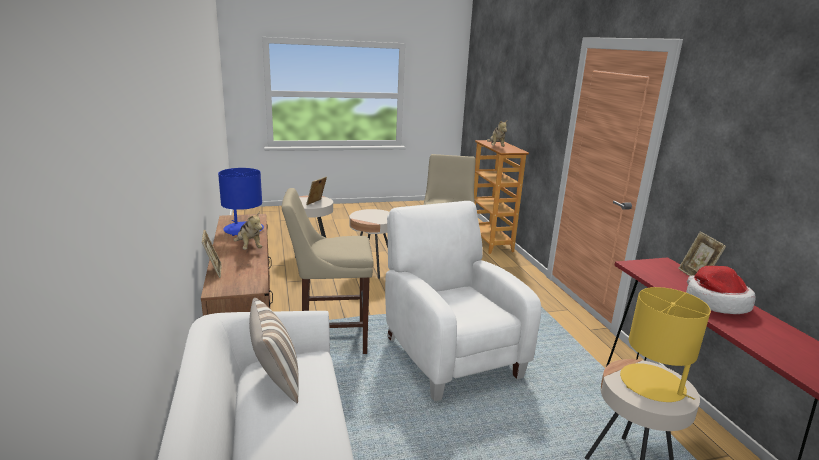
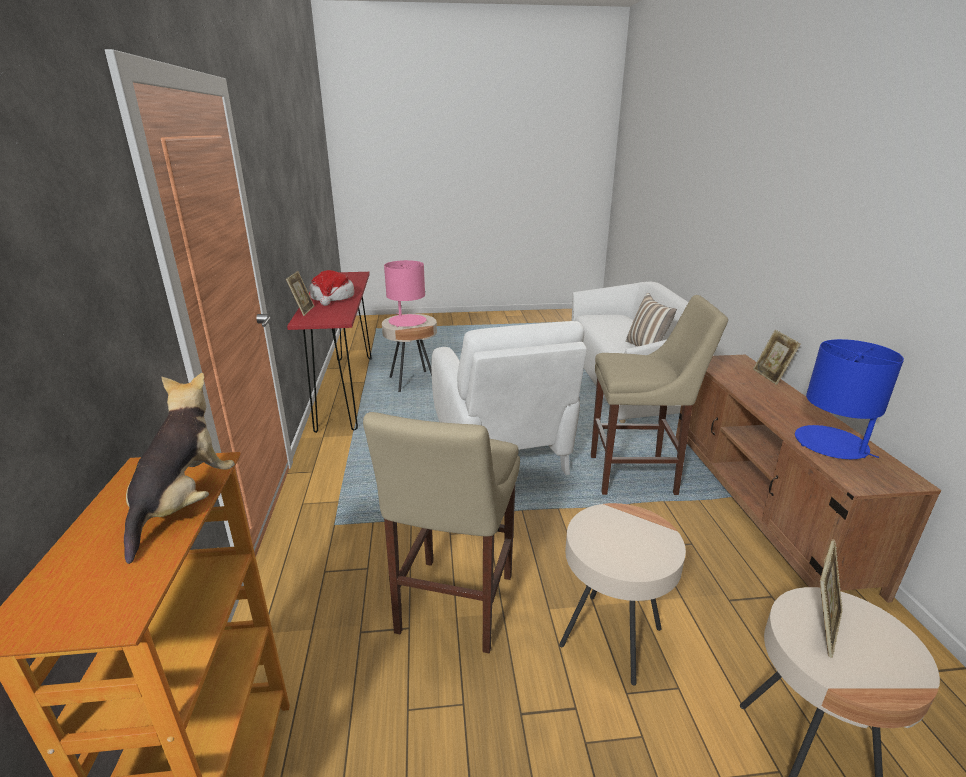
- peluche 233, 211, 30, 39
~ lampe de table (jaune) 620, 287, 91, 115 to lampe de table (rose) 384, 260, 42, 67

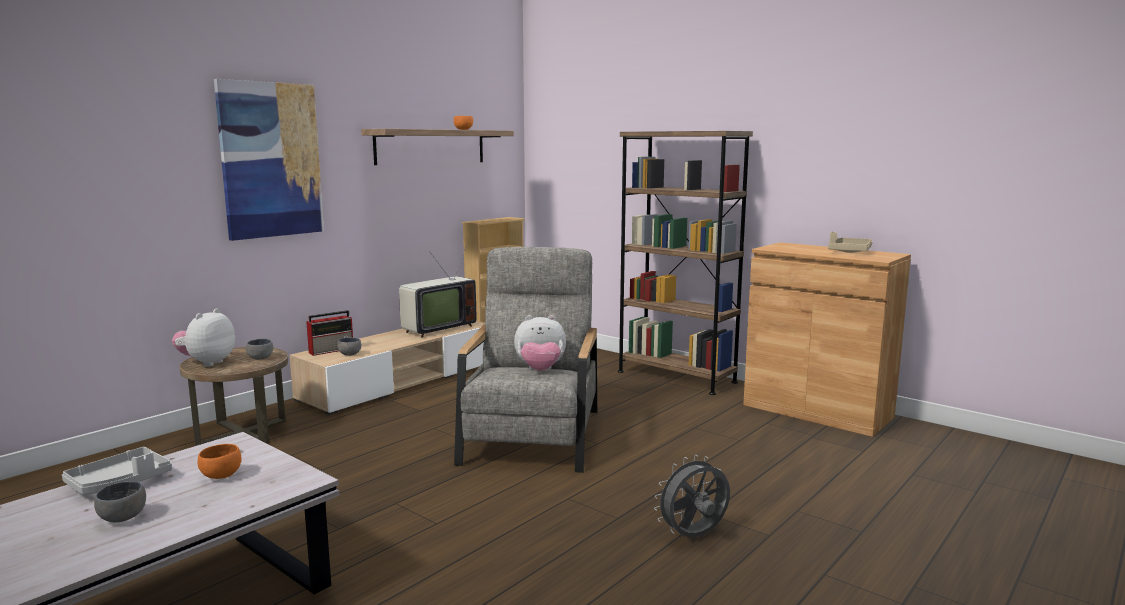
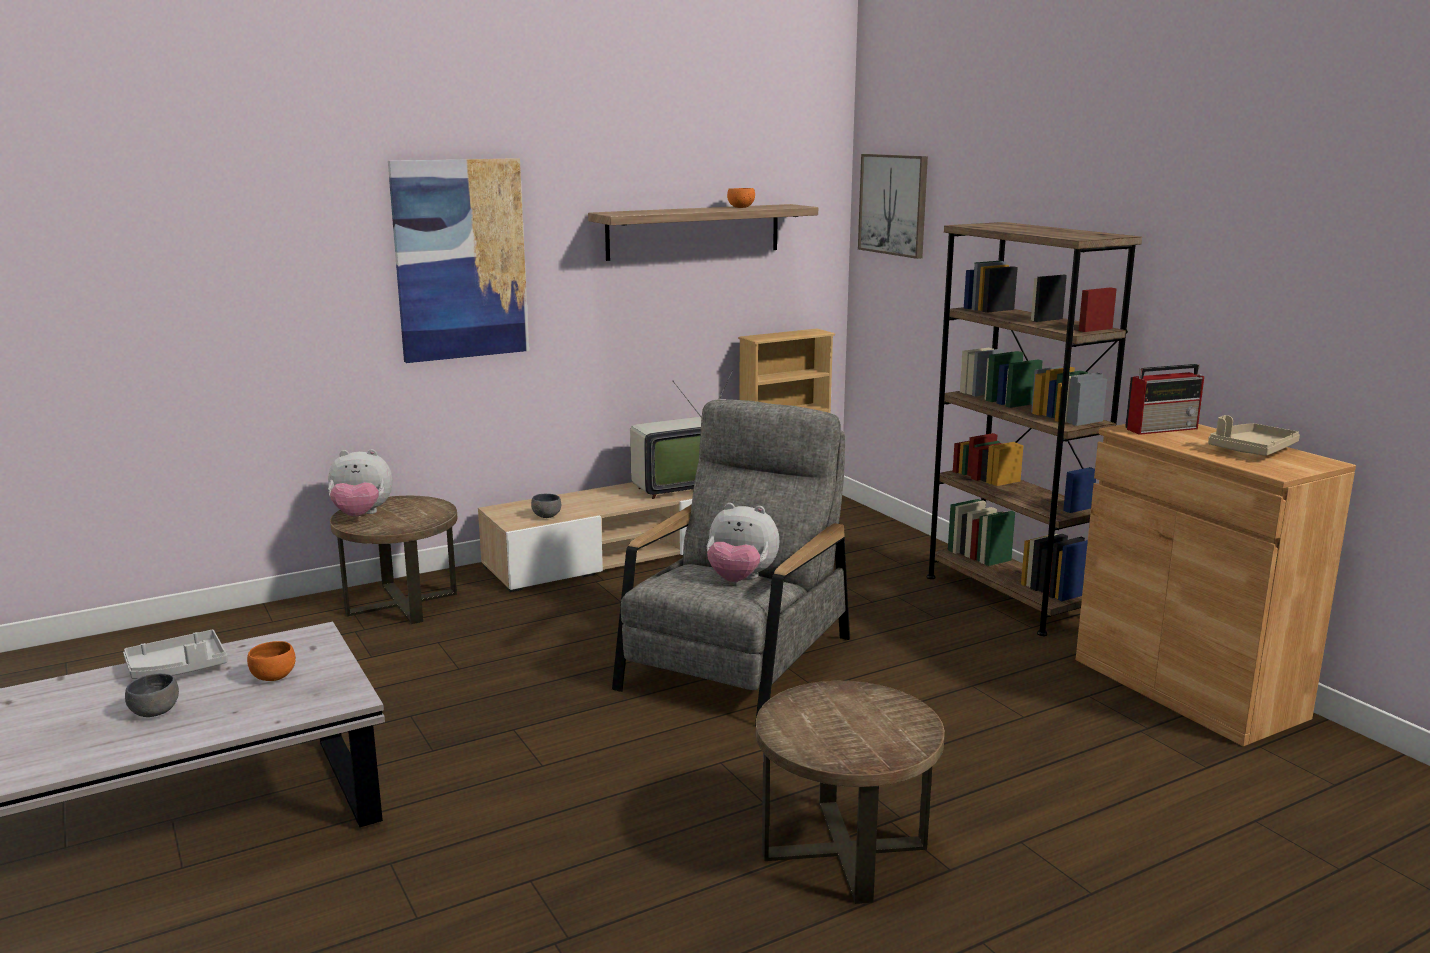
~ peluche 172, 308, 63, 59 = 328, 449, 64, 68 135 degrees counterclockwise
~ radio 306, 310, 47, 46 to 1125, 364, 79, 71
- bol (gris) 246, 339, 27, 21
~ ventilateur (gris) 654, 455, 76, 82 to table d'appoint (marron) 756, 681, 189, 223
+ tableau 858, 154, 70, 105

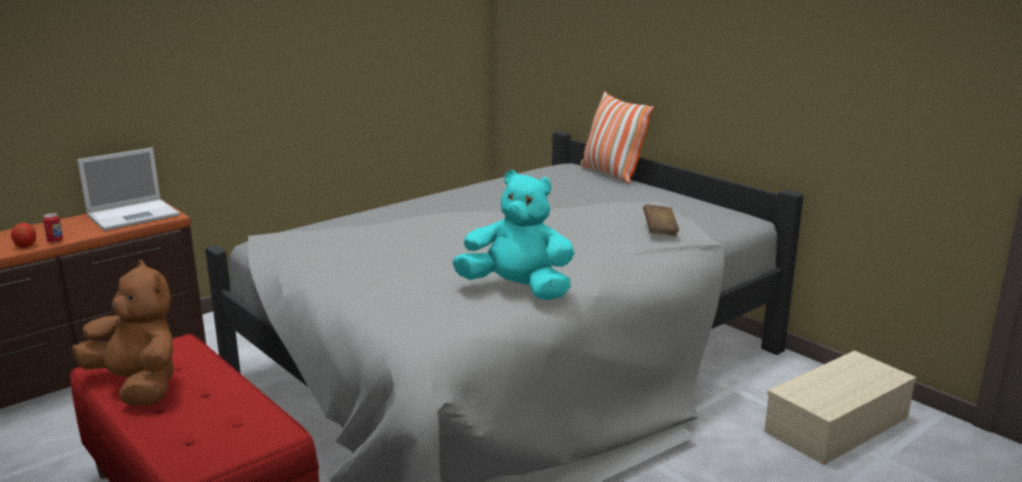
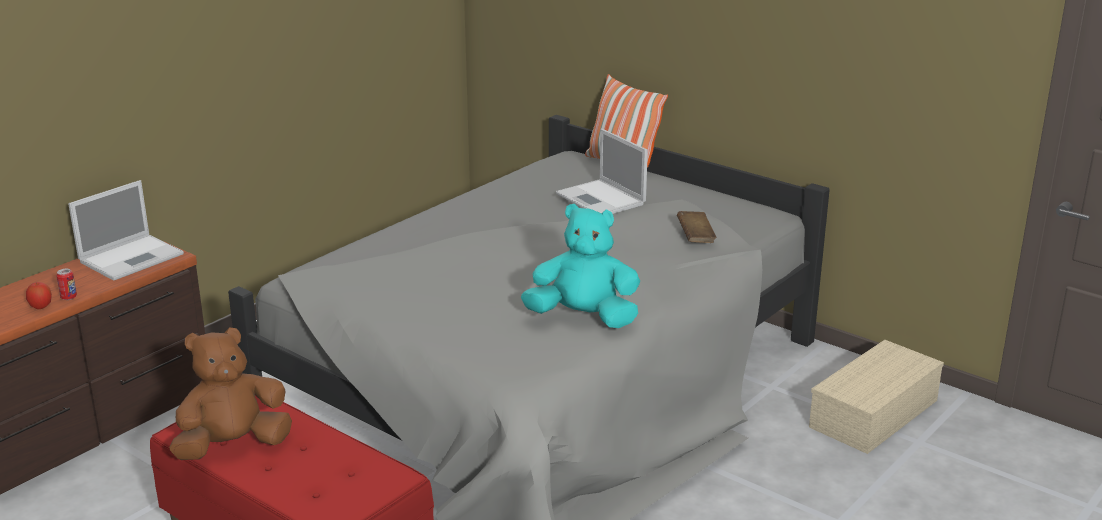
~ peluche (marron) 72, 260, 101, 146 = 169, 327, 123, 133 60 degrees counterclockwise
+ ordinateur portable 556, 129, 92, 85

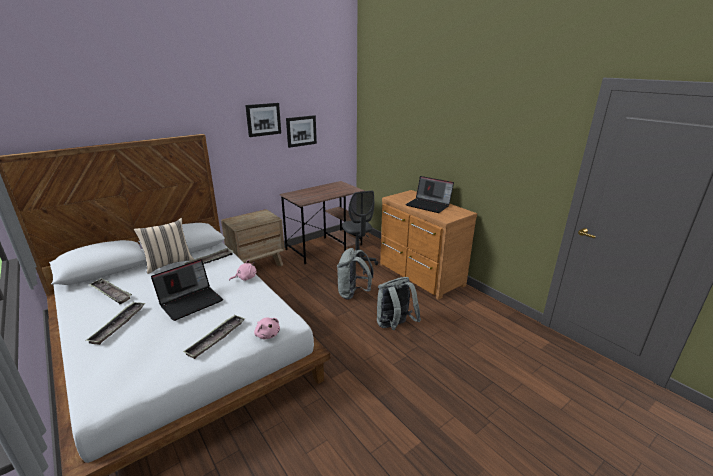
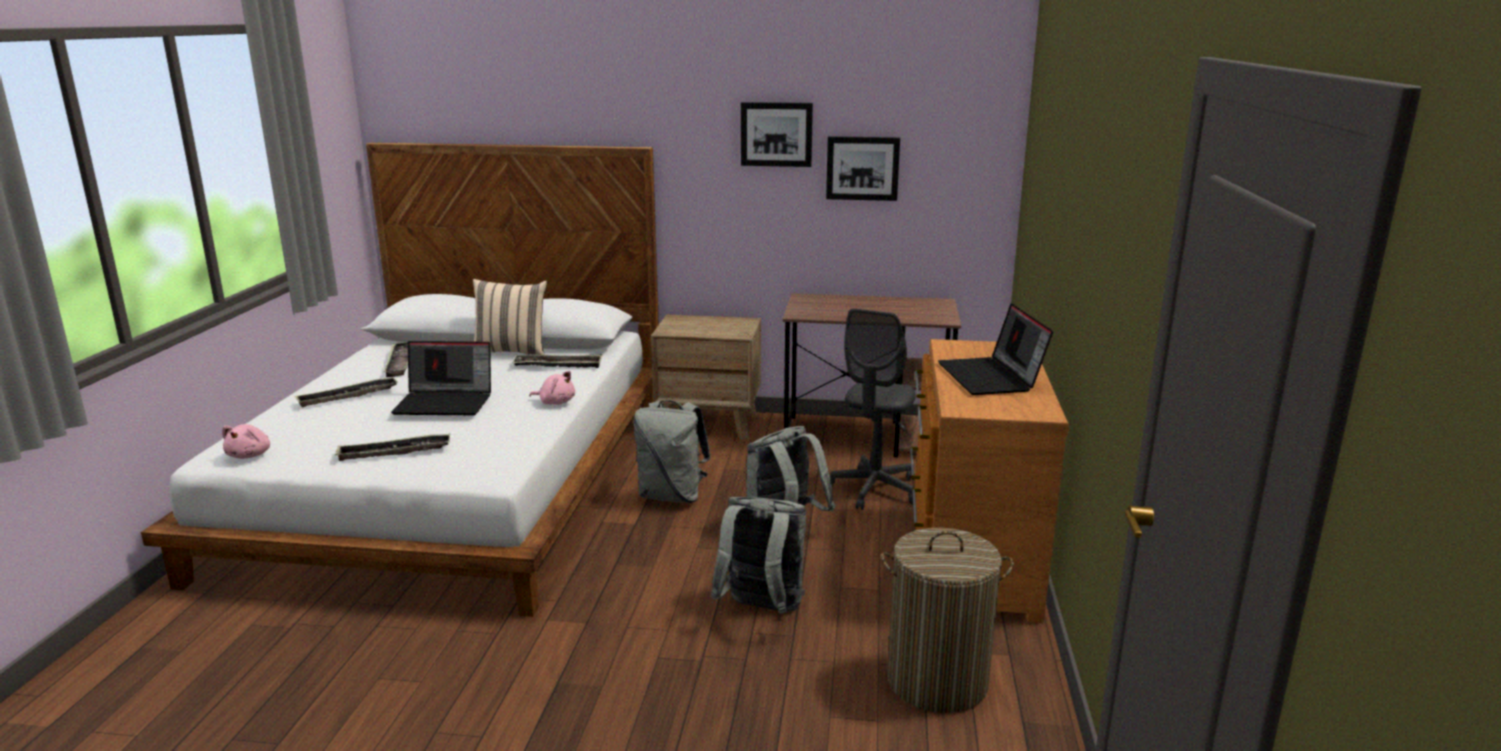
~ peluche (rose) 254, 317, 26, 22 to 222, 424, 48, 35
+ sac à dos (gris) 634, 400, 77, 103
+ panier à linge 881, 528, 133, 185

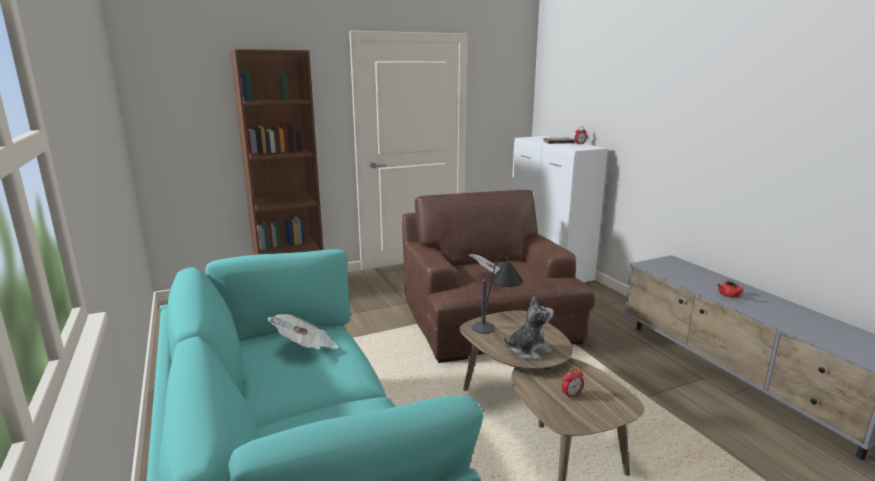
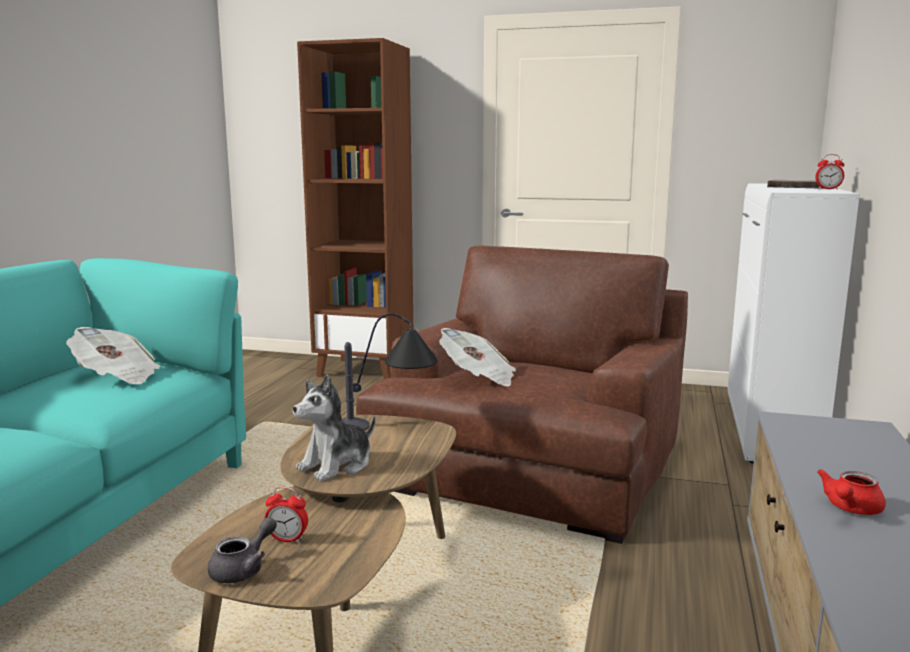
~ peluche 504, 297, 50, 63 = 293, 375, 82, 106 120 degrees clockwise
+ théière (gris) 208, 517, 69, 66

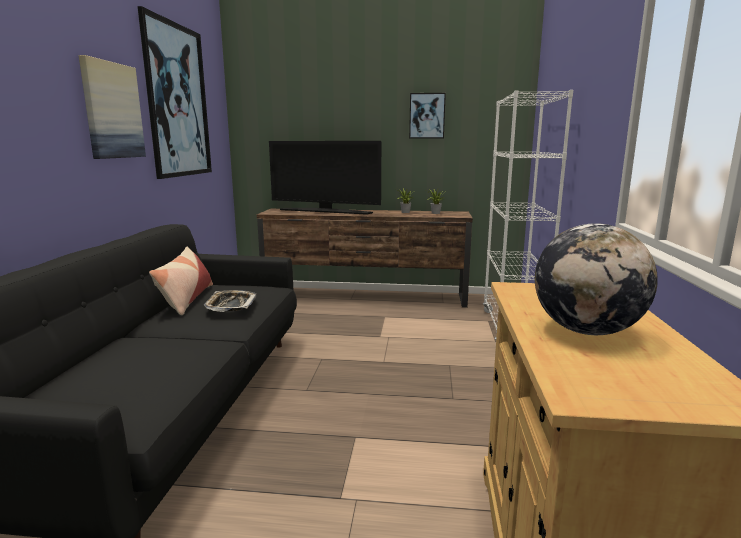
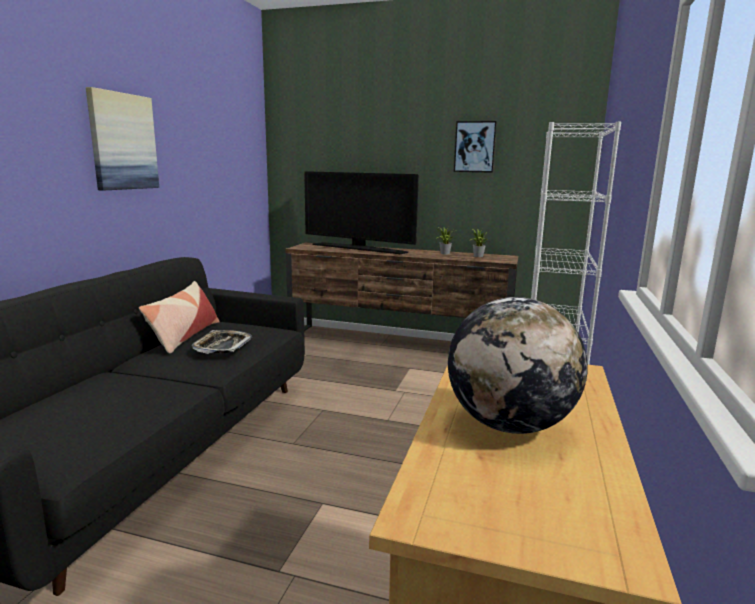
- tableau 138, 6, 74, 173

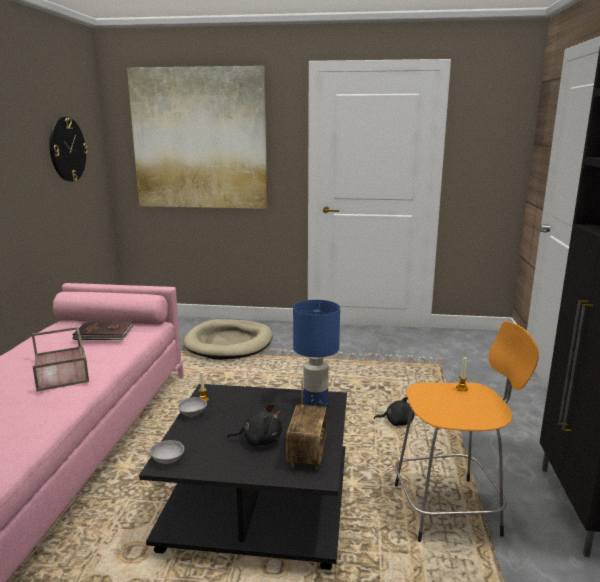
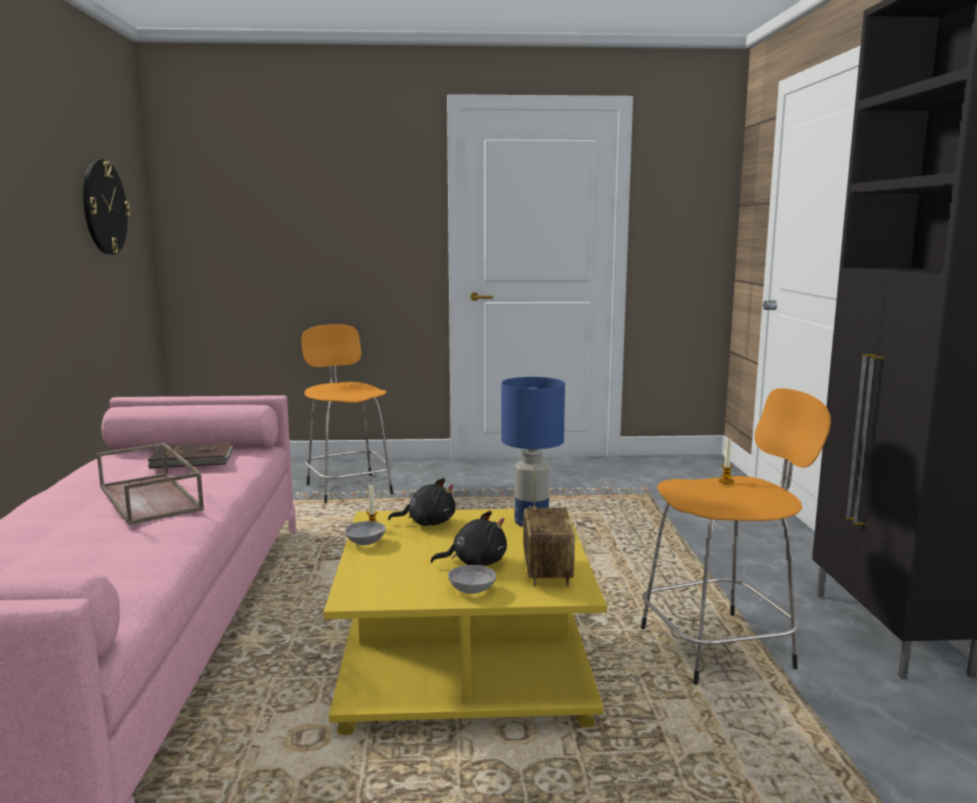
- tableau 127, 66, 140, 143
~ panier pour chien (beige) 183, 319, 90, 41 to tabouret (orange) 301, 324, 92, 180
~ table basse (noir) 139, 384, 208, 186 to table basse (jaune) 324, 509, 283, 226
~ peluche (noir) 374, 397, 40, 29 to 388, 478, 68, 48
~ bol (gris) 150, 440, 34, 24 to 448, 565, 48, 29

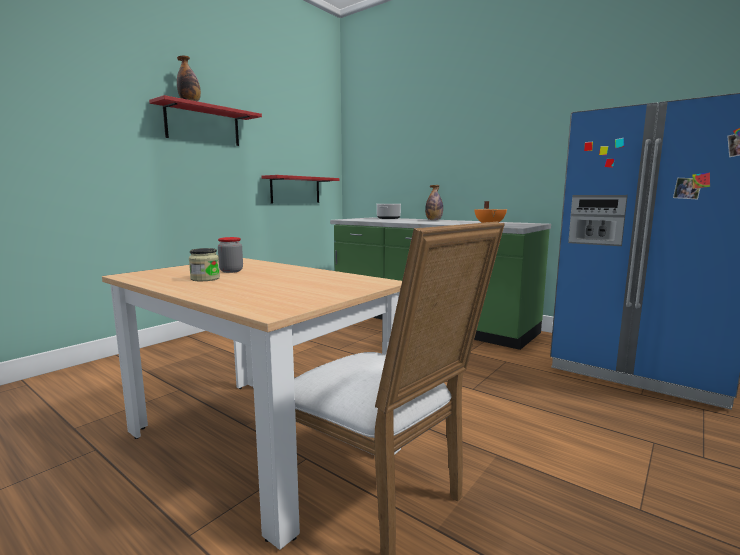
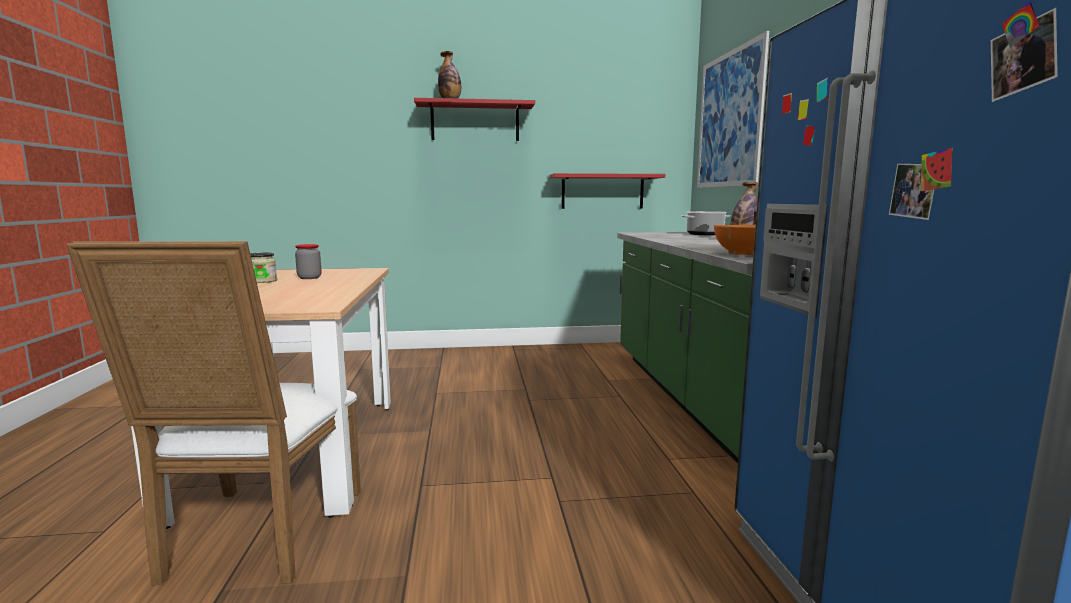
+ tableau 697, 31, 72, 157

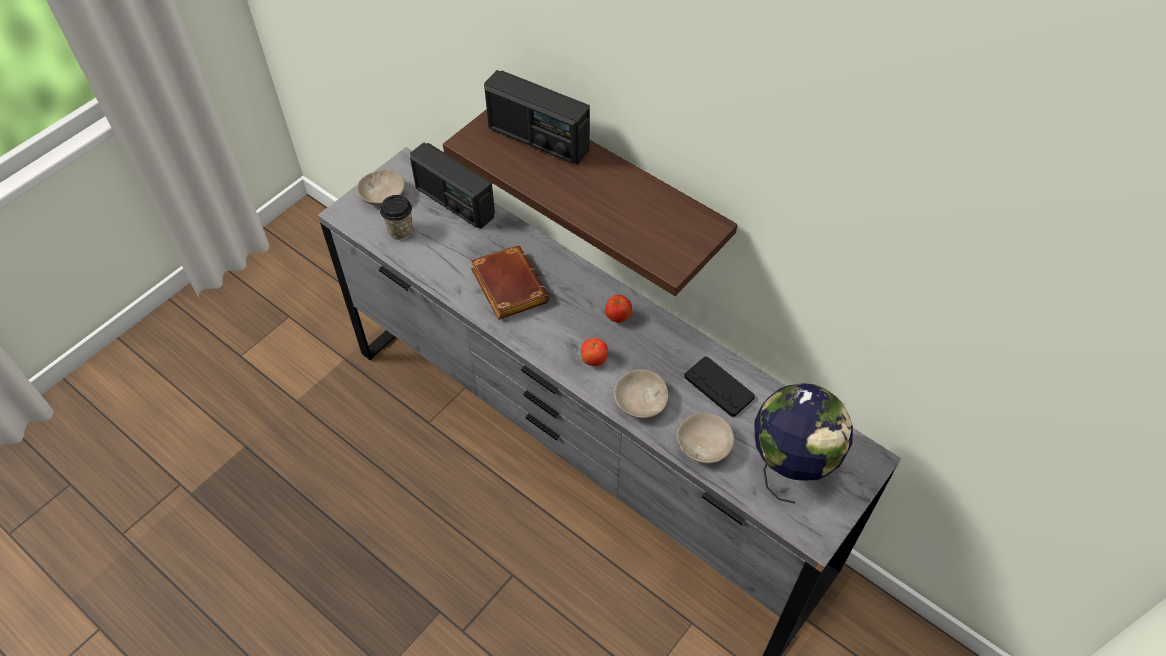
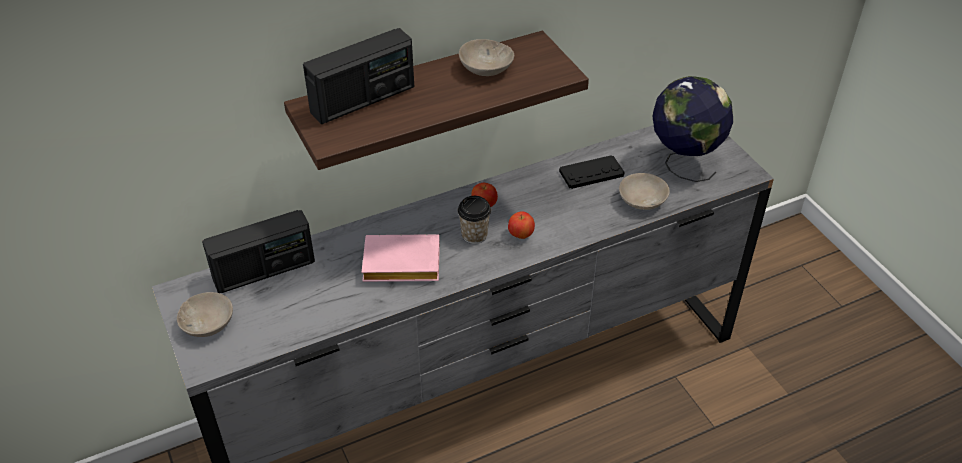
~ tasse 380, 195, 33, 45 to 458, 196, 33, 48
~ livre (marron) 471, 246, 78, 74 to livre (rose) 362, 234, 78, 48
~ bol (beige) 614, 369, 54, 49 to 459, 39, 55, 37

